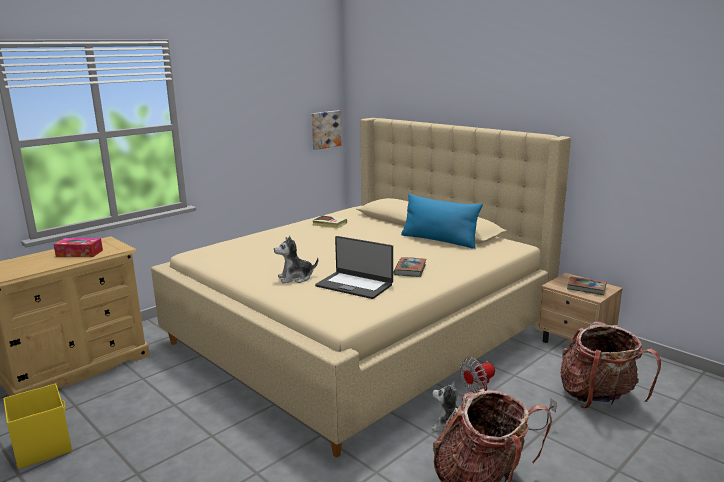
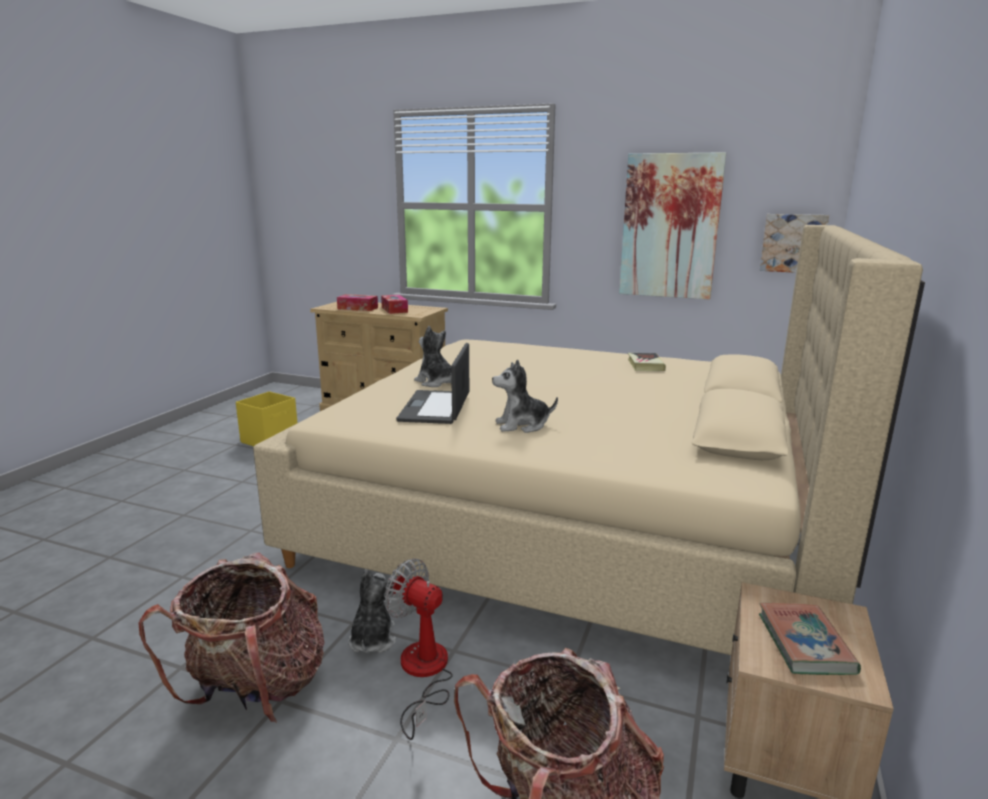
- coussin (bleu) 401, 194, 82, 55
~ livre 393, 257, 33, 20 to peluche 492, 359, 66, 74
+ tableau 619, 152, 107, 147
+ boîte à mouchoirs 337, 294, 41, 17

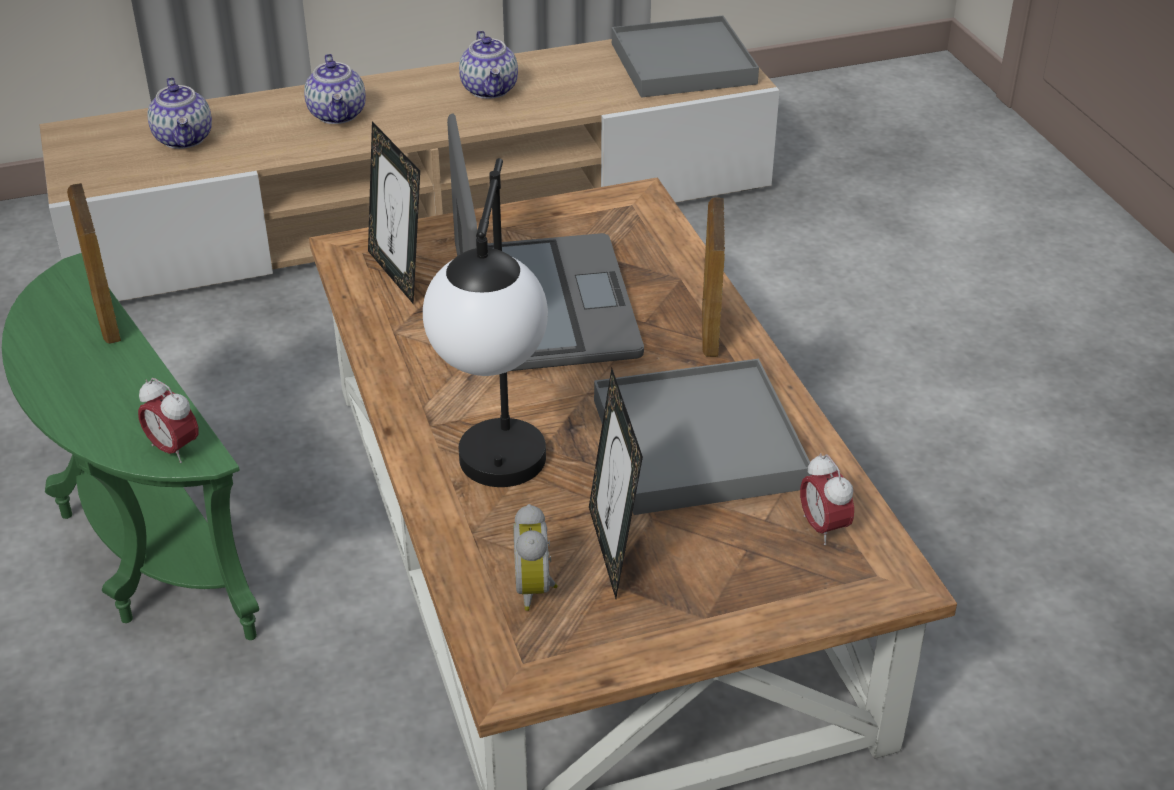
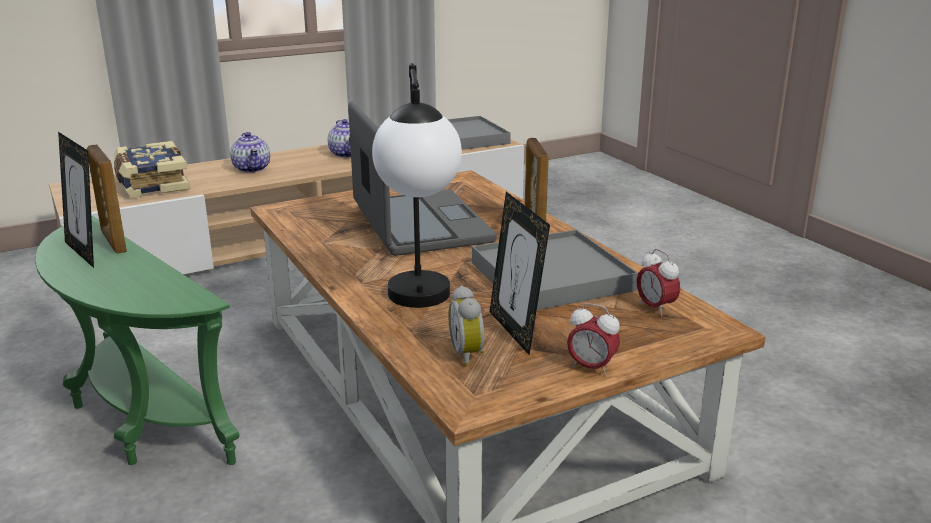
~ théière 148, 77, 64, 72 to livre 114, 141, 76, 57
~ cadre photo 368, 121, 52, 183 to 58, 132, 36, 136
~ réveil 138, 378, 61, 85 to 567, 303, 53, 73

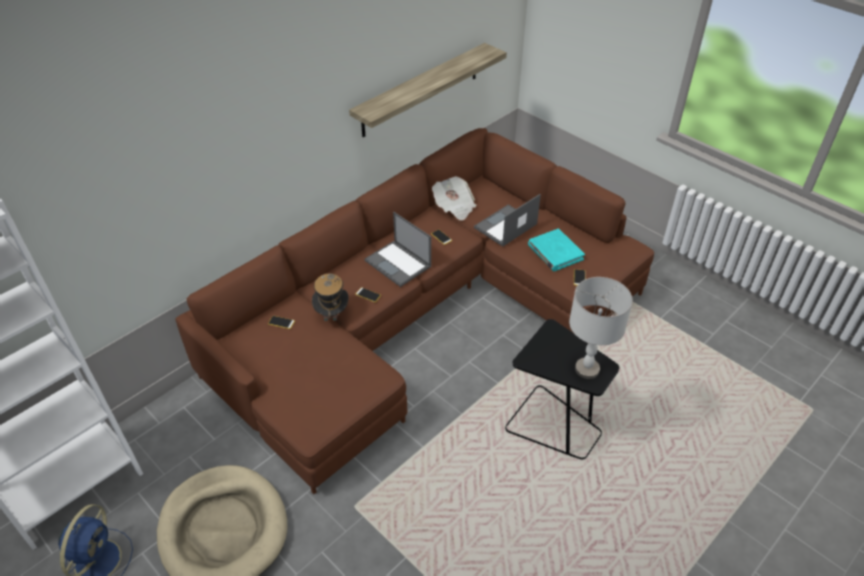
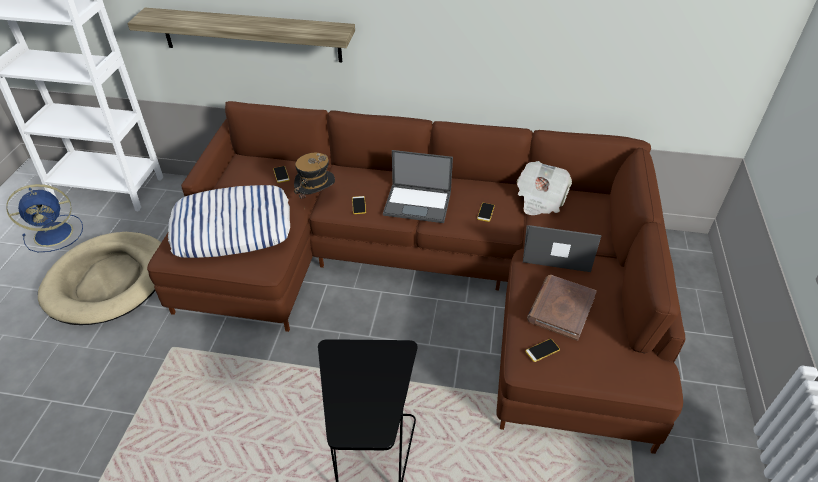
~ étagère 349, 43, 158, 94 to 127, 8, 228, 55
~ ordinateur portable 364, 212, 67, 75 = 383, 150, 70, 73 90 degrees counterclockwise
~ livre (turquoise) 528, 229, 57, 43 to livre (marron) 527, 275, 70, 66
- lampe de table (gris) 569, 277, 64, 102
+ coussin 168, 185, 122, 73

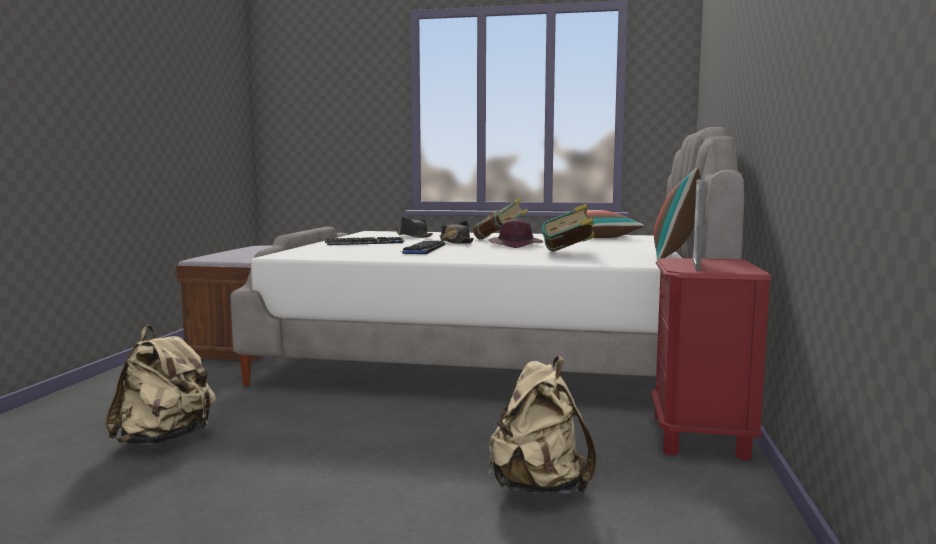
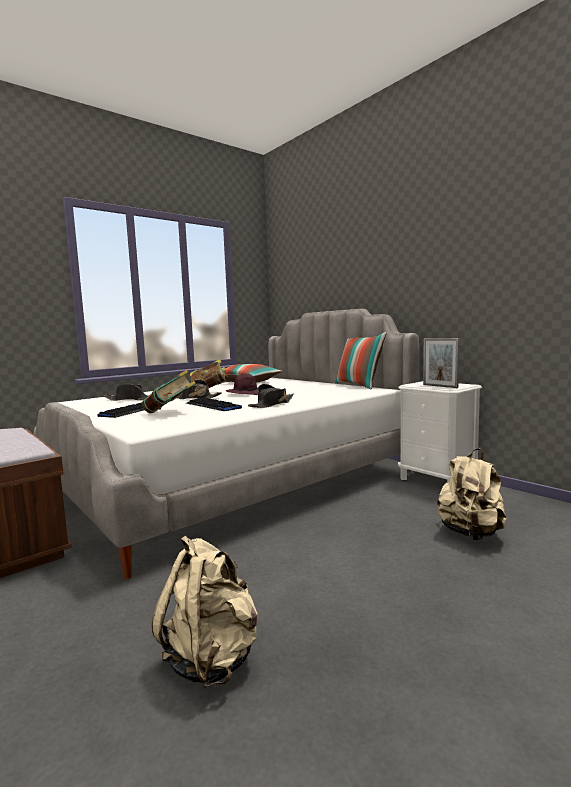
~ livre 542, 204, 52, 48 to 142, 370, 54, 43
~ table de chevet (rouge) 651, 258, 120, 203 to table de chevet (blanc) 398, 381, 84, 102
+ chapeau (noir) 248, 384, 46, 24

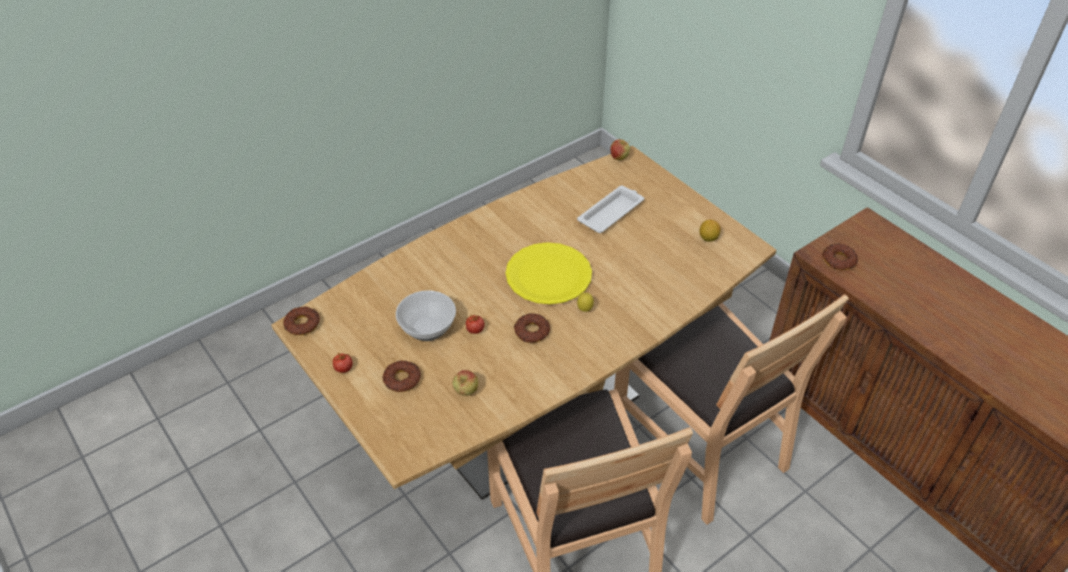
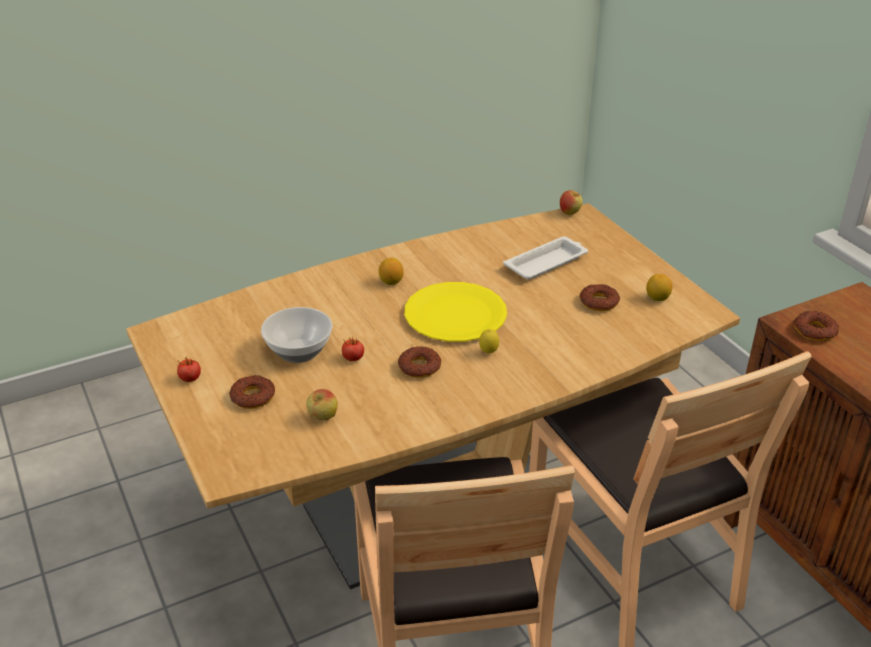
~ beignet 283, 307, 37, 28 to 580, 284, 40, 27
+ citron 379, 258, 24, 27

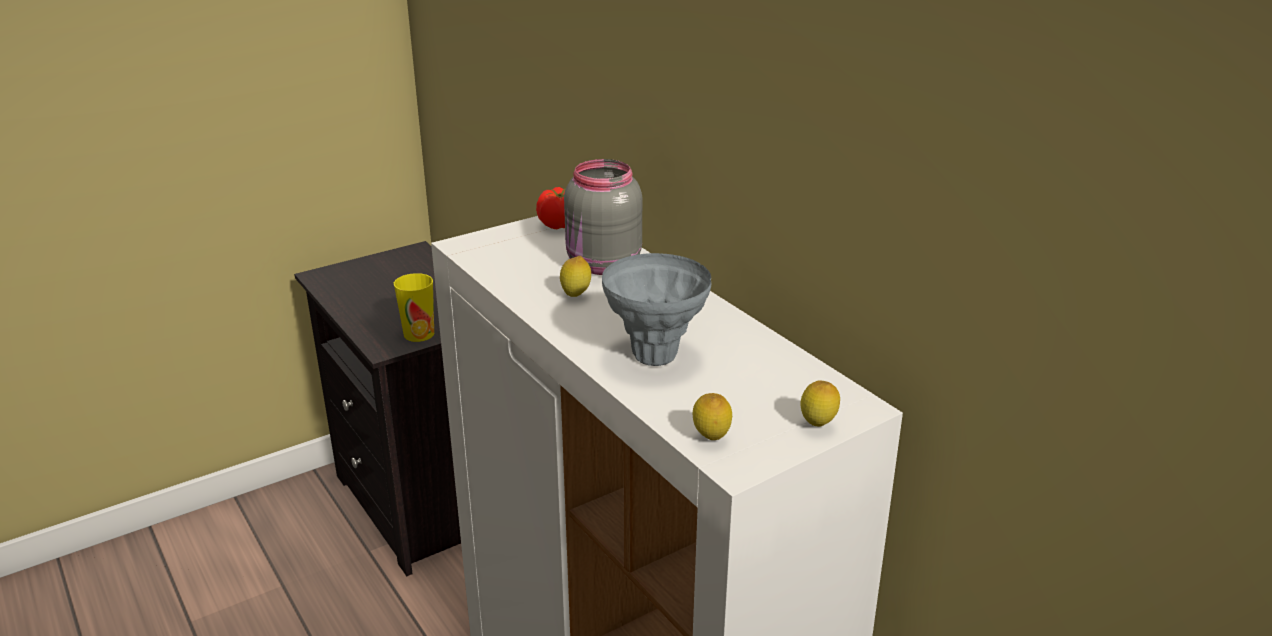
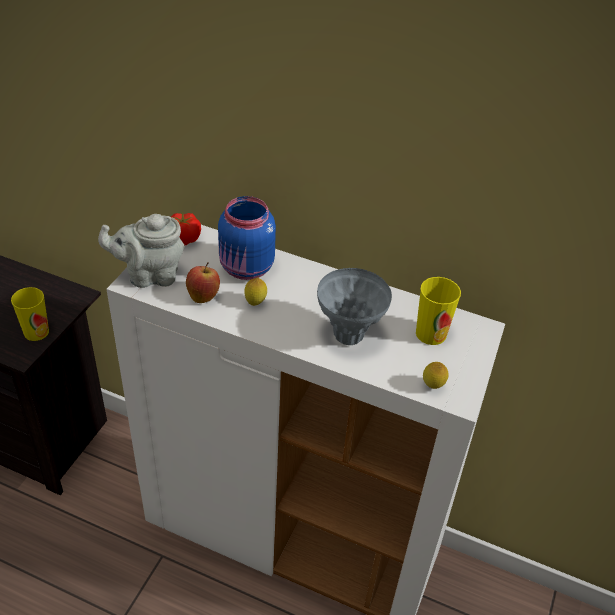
~ bocal (gris) 564, 159, 78, 116 to bocal (bleu) 218, 196, 58, 84
- citron 800, 380, 40, 47
+ théière (gris) 98, 214, 87, 74
+ pomme 186, 262, 34, 41
+ tasse 416, 277, 45, 68

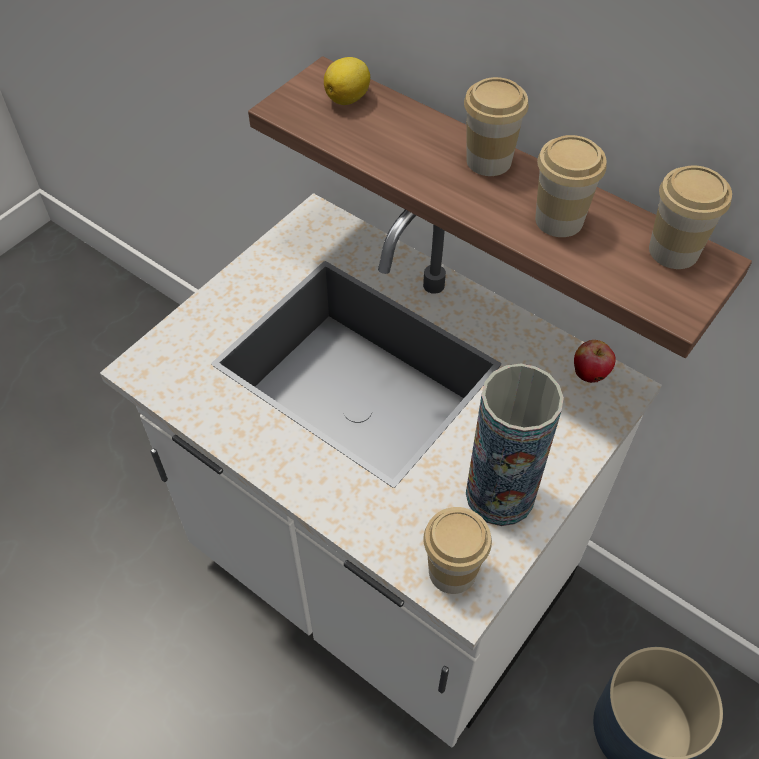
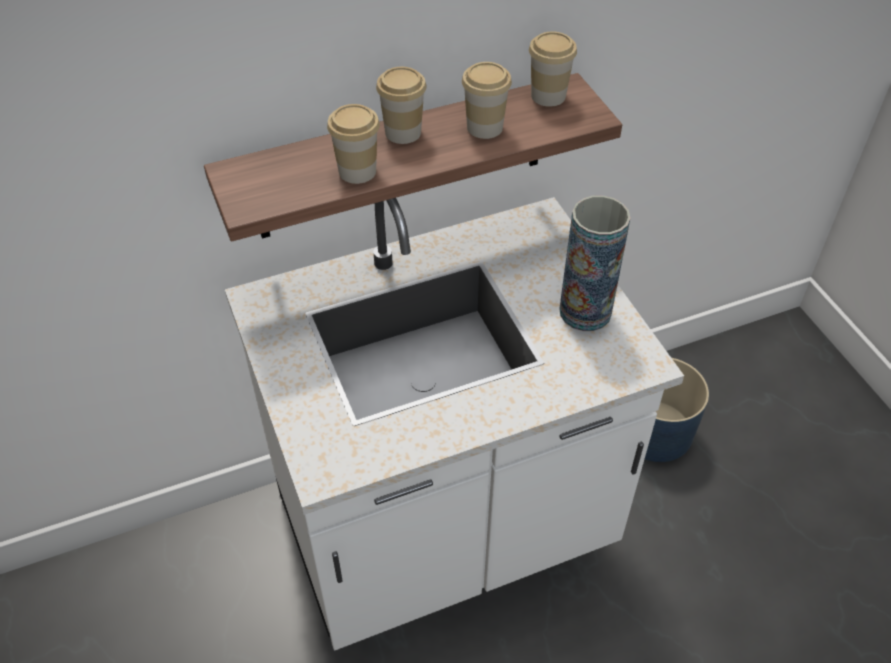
- citron 324, 57, 46, 48
- pomme 574, 340, 42, 43
~ tasse 423, 507, 69, 87 to 327, 104, 53, 80

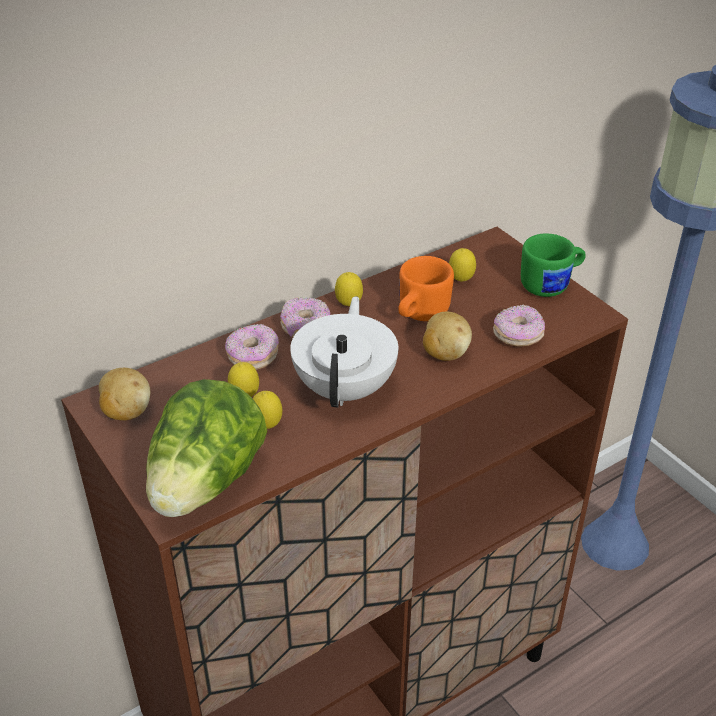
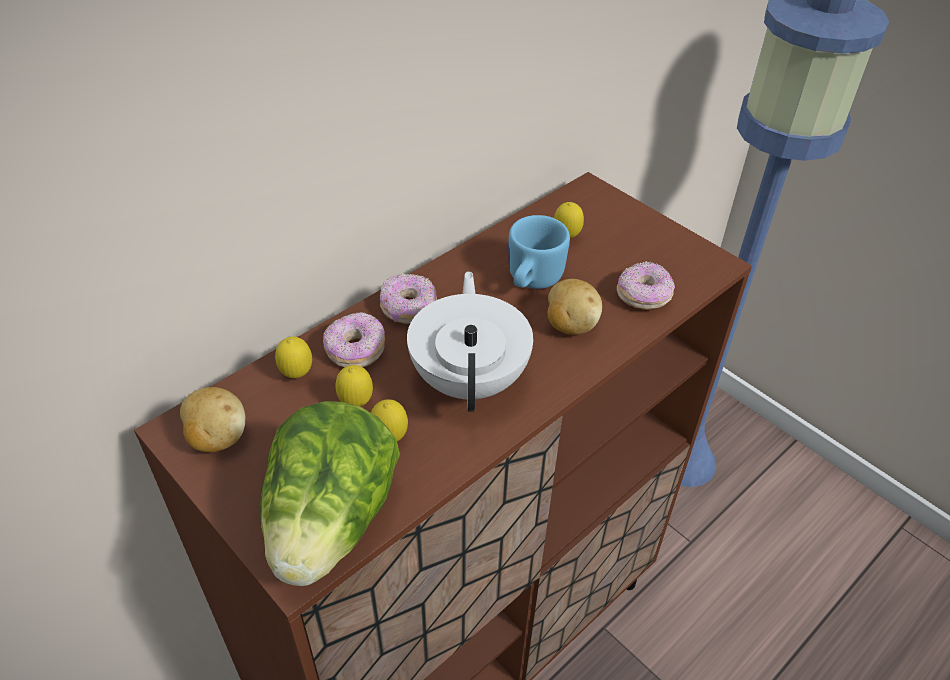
- mug (vert) 521, 233, 65, 64
~ mug (orange) 398, 256, 56, 65 to mug (bleu) 509, 215, 61, 74
~ citron 335, 272, 28, 34 to 275, 337, 37, 41

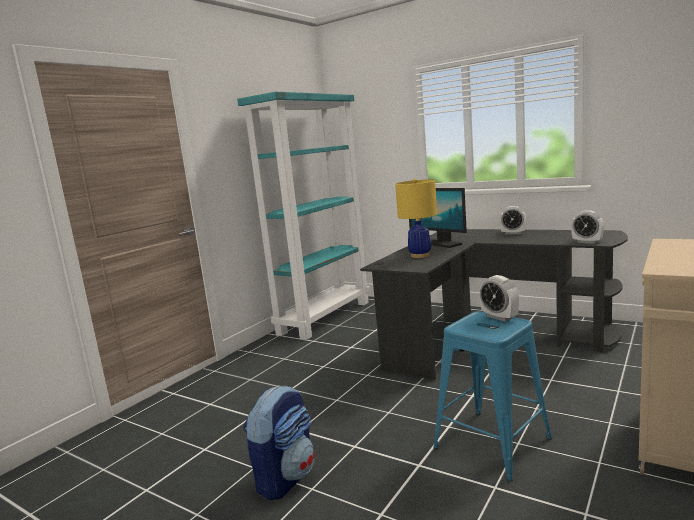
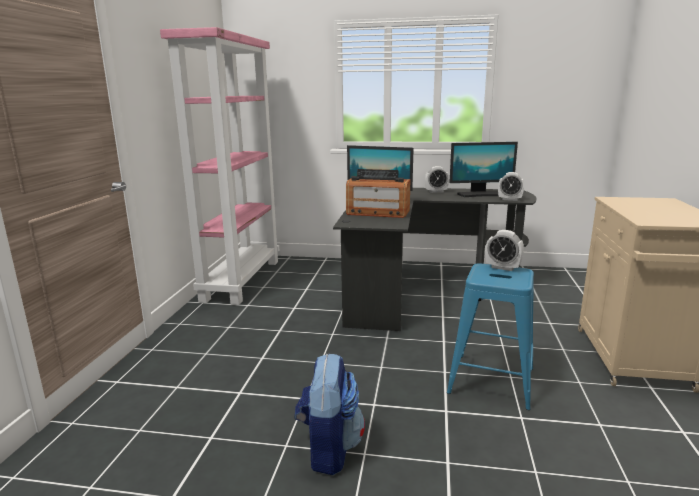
~ bibliothèque (turquoise) 237, 92, 133, 248 to bibliothèque (rose) 160, 27, 119, 278
~ lampe de table (jaune) 395, 179, 42, 79 to radio 346, 169, 65, 49
+ écran d'ordinateur 449, 142, 69, 55

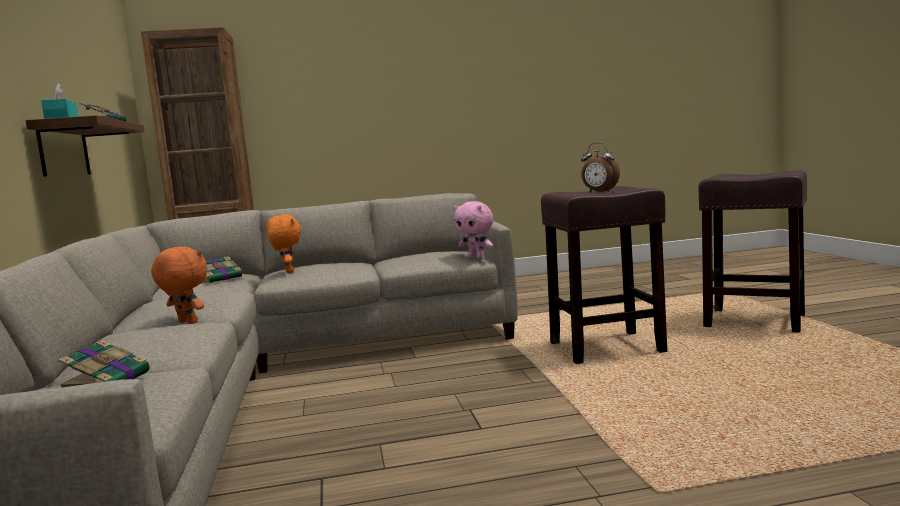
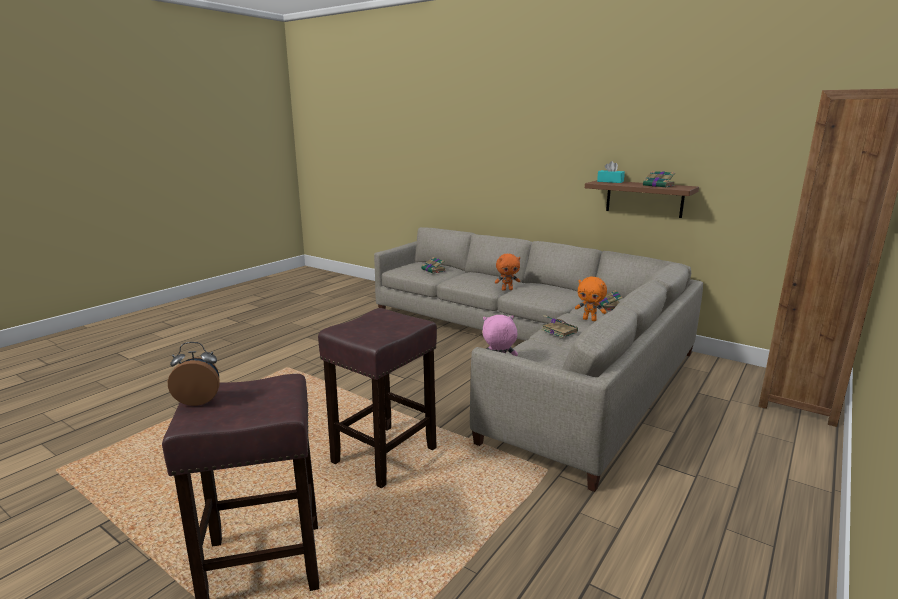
~ réveil 581, 142, 39, 51 to 168, 342, 52, 64
+ livre 541, 315, 37, 23

